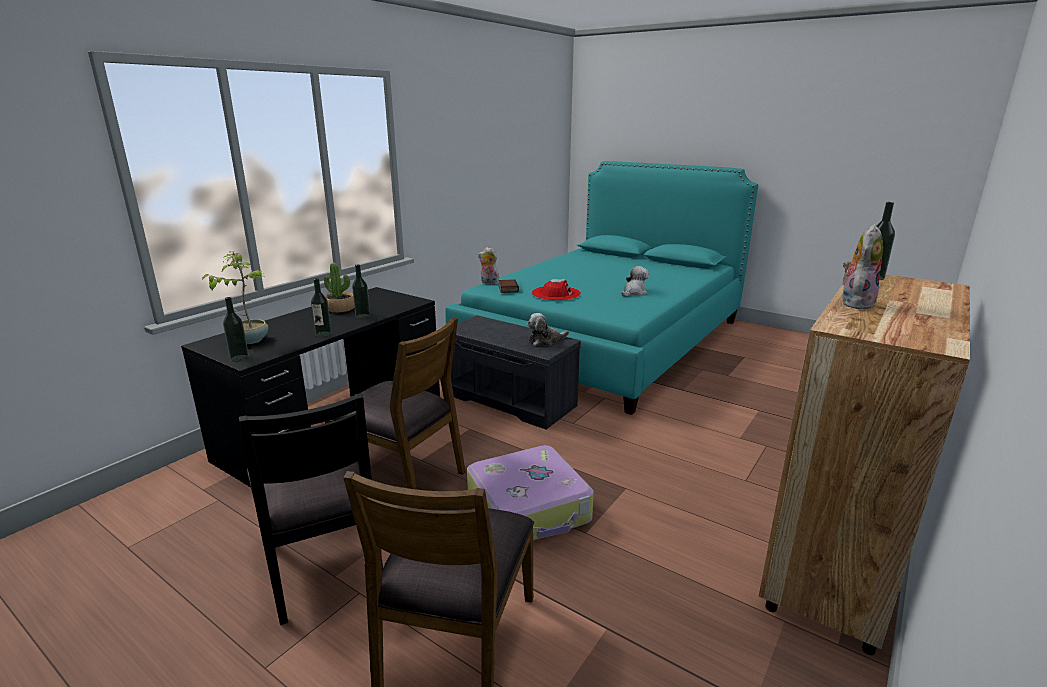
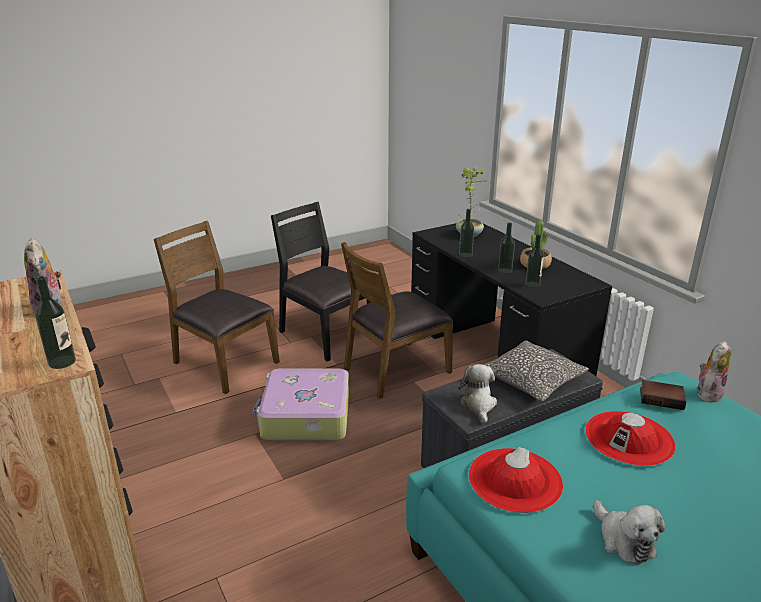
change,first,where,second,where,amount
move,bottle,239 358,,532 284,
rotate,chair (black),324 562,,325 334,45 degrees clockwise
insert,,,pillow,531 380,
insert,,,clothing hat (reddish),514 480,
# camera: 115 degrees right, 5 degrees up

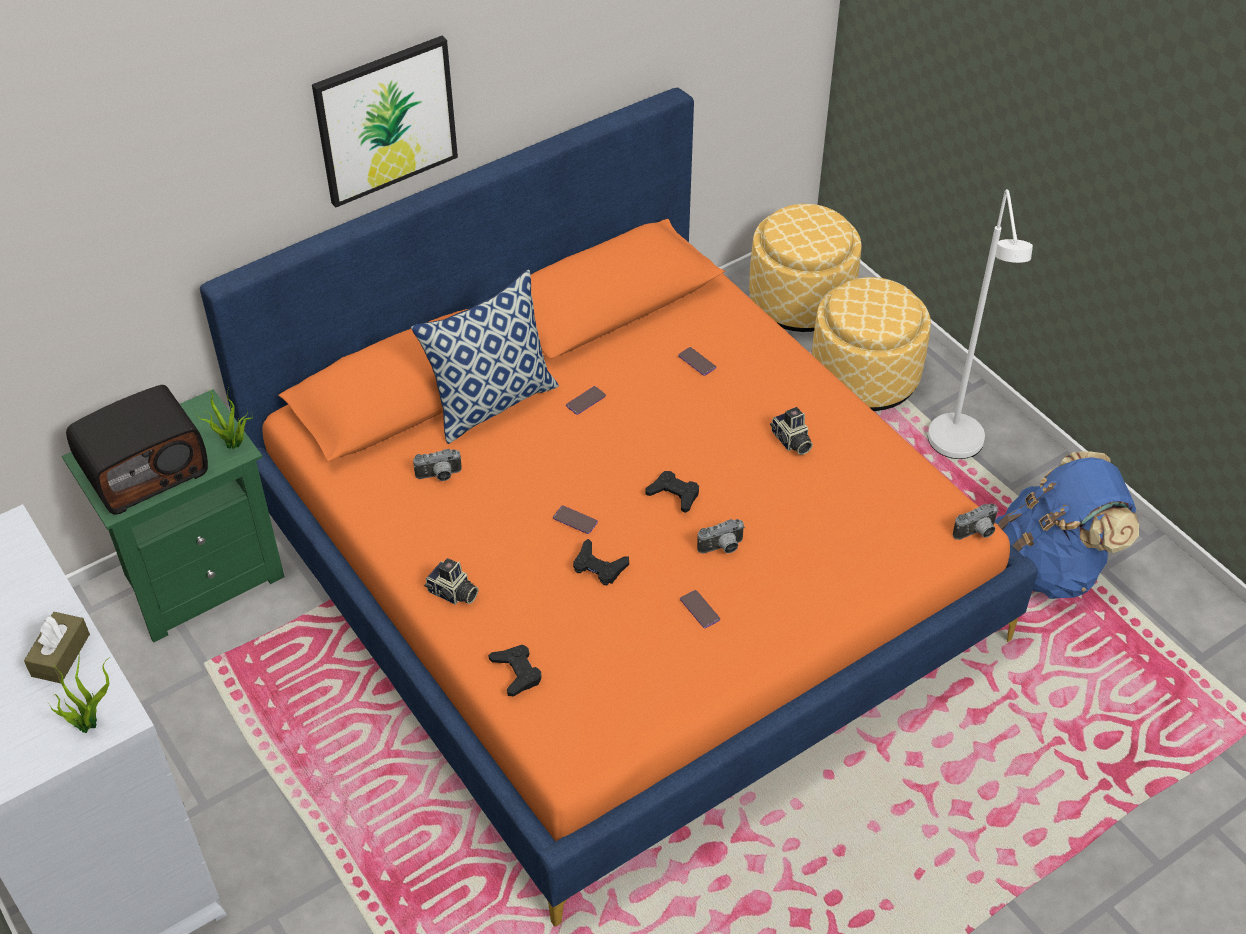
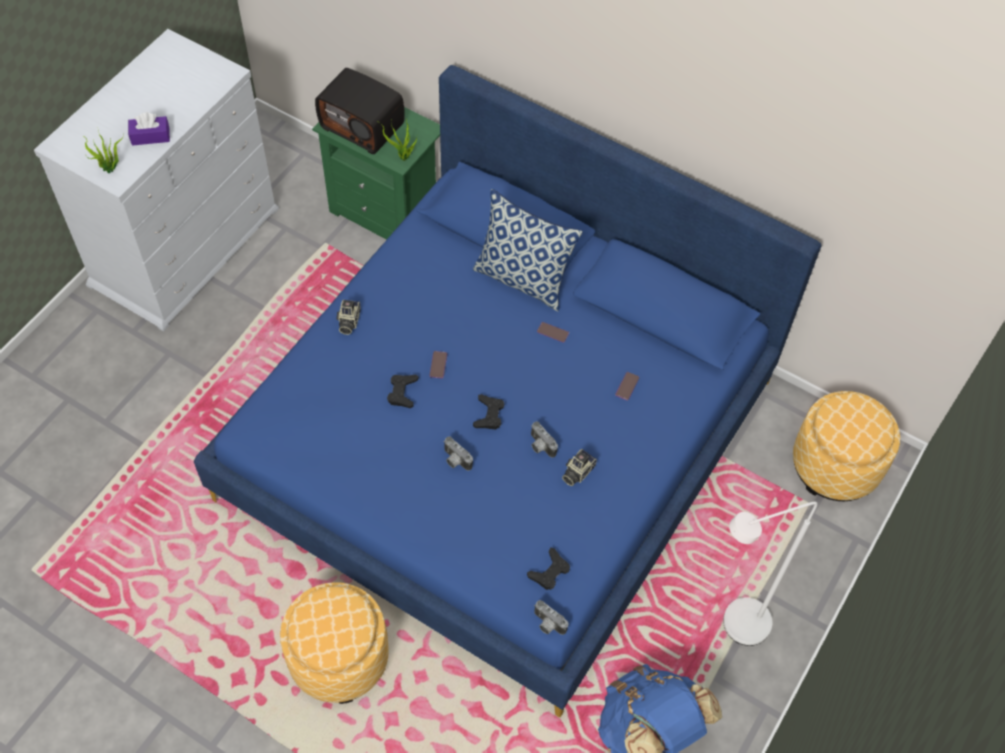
change,first,where,second,where,amount
delete,wall art,385 120,,,
recolor,bed (orange),622 572,bed (blue),500 438,
move,ottoman,864 378,,339 658,
move,still camera,439 476,,540 446,
delete,handset,700 609,,,
recolor,tissue box (brown-coloured),60 655,tissue box (purple-coloured),150 136,
move,gamepad (black),516 672,,549 572,
# camera: 65 degrees right, 10 degrees up

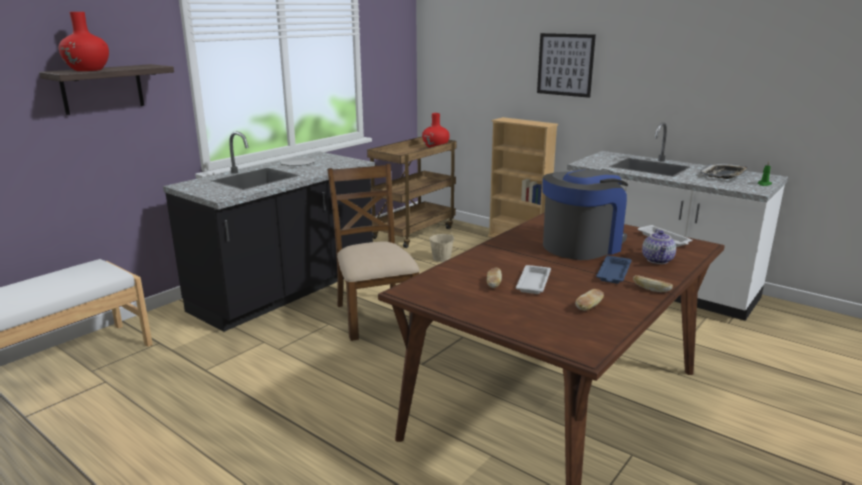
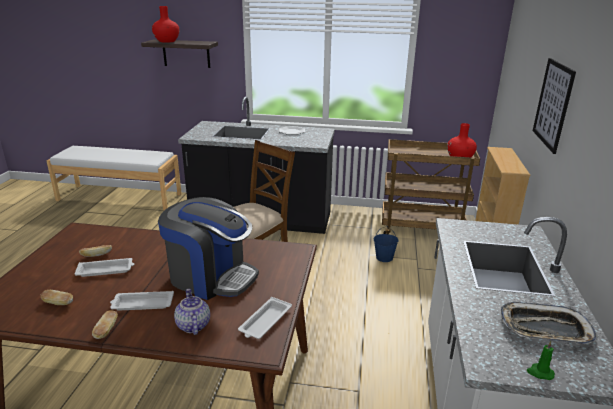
change,first,where,second,where,amount
recolor,water bucket (beige),441 258,water bucket (blue),384 257,
rotate,pot for tea,658 260,,192 325,90 degrees clockwise
recolor,tray (blue),613 273,tray (white-coloured),142 304,
# camera: 60 degrees right, 5 degrees up

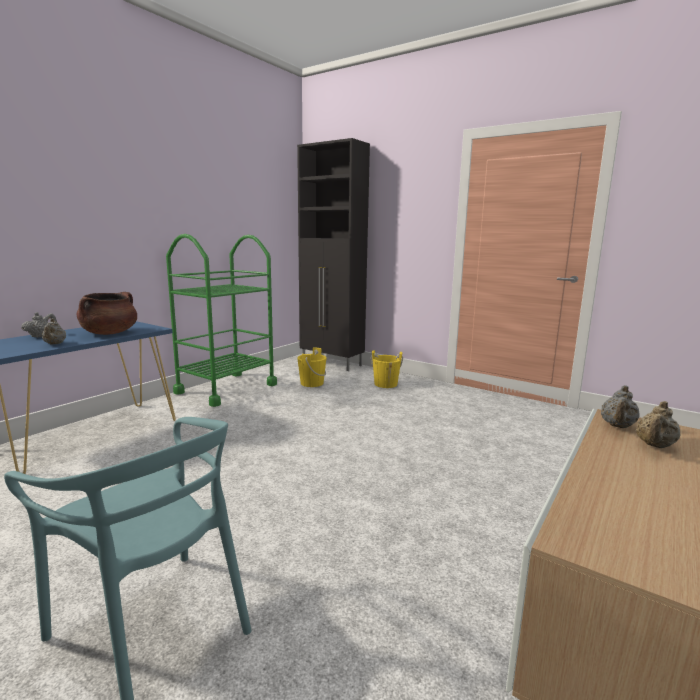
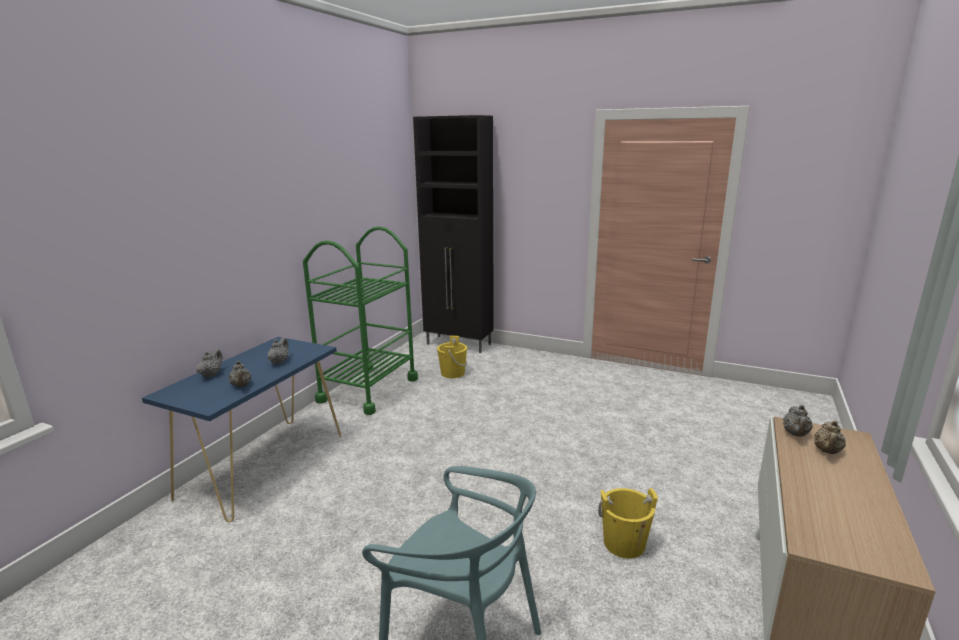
change,first,where,second,where,amount
replace,stockpot (brown-coloured),110 333,pot for tea (grey),279 362,
move,water bucket (yellow),385 384,,624 544,
# camera: 10 degrees left, 5 degrees up

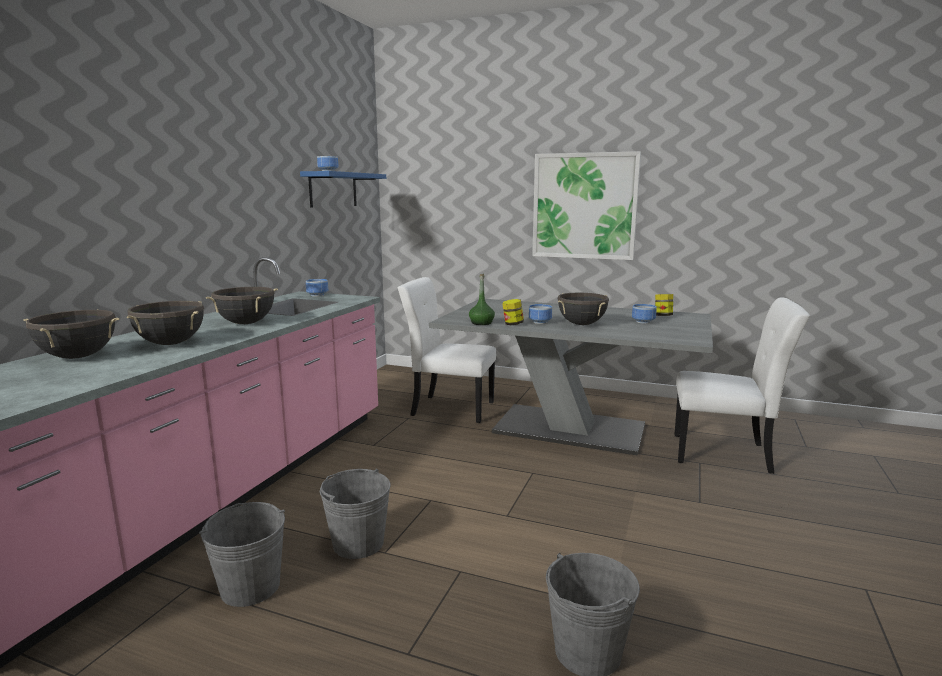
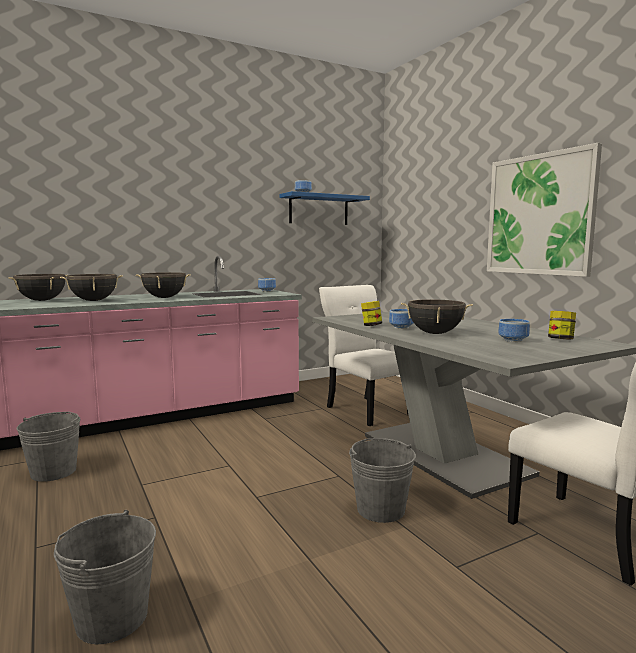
change,first,where,second,where,amount
delete,bottle (green),481 323,,,
move,water bucket (grey),358 543,,380 509,
# camera: 40 degrees right, 5 degrees down

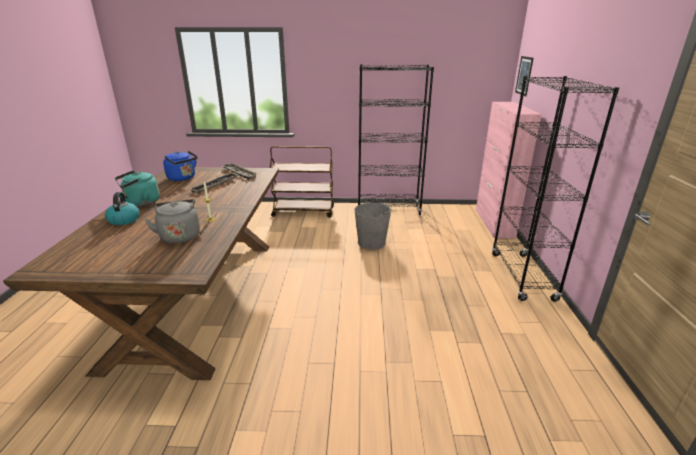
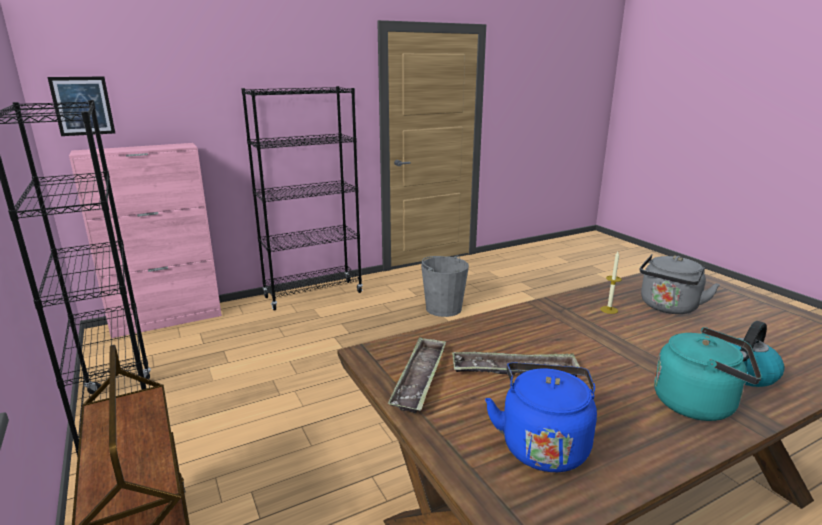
change,first,where,second,where,amount
move,water bucket (grey),372 243,,443 308,
# camera: 120 degrees left, 5 degrees down

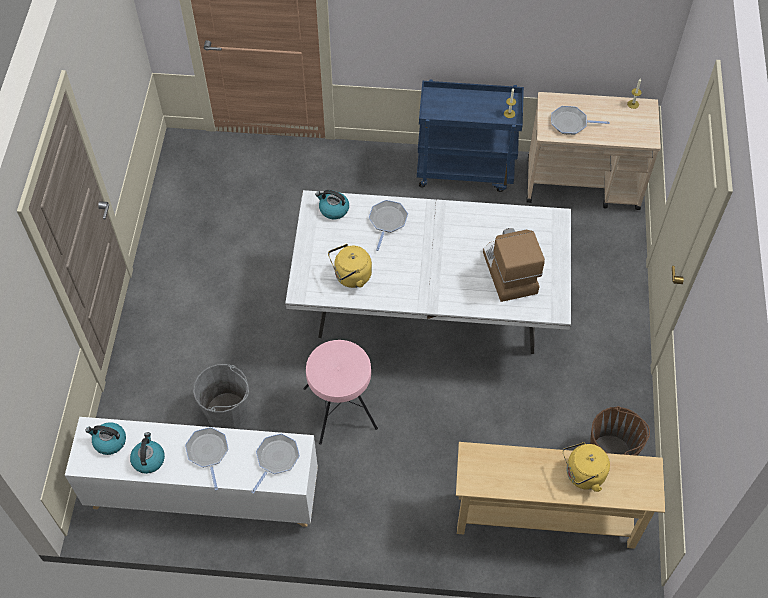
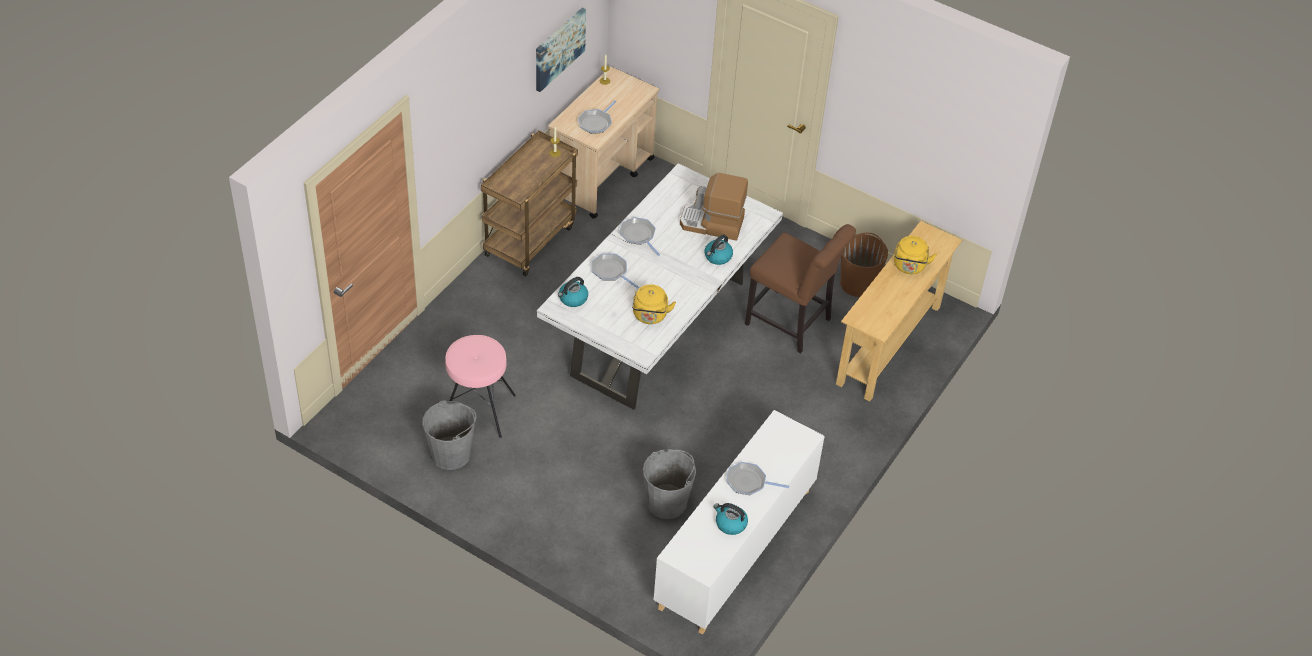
change,first,where,second,where,amount
recolor,trolley (blue),465 169,trolley (brown-coloured),530 239,
move,stool seat (pink),340 407,,478 409,
move,water kettle,109 441,,717 257,
move,pan,276 459,,638 235,
insert,,,wall art,559 48,
insert,,,chair (brown-coloured),792 324,
insert,,,water bucket (grey),451 454,
# camera: 65 degrees left, 10 degrees down

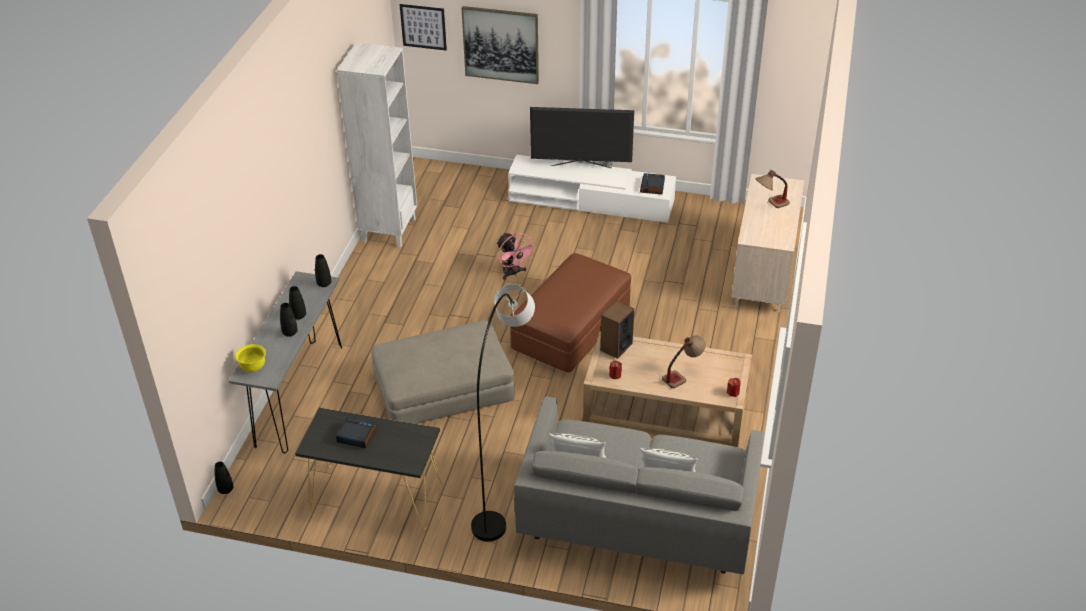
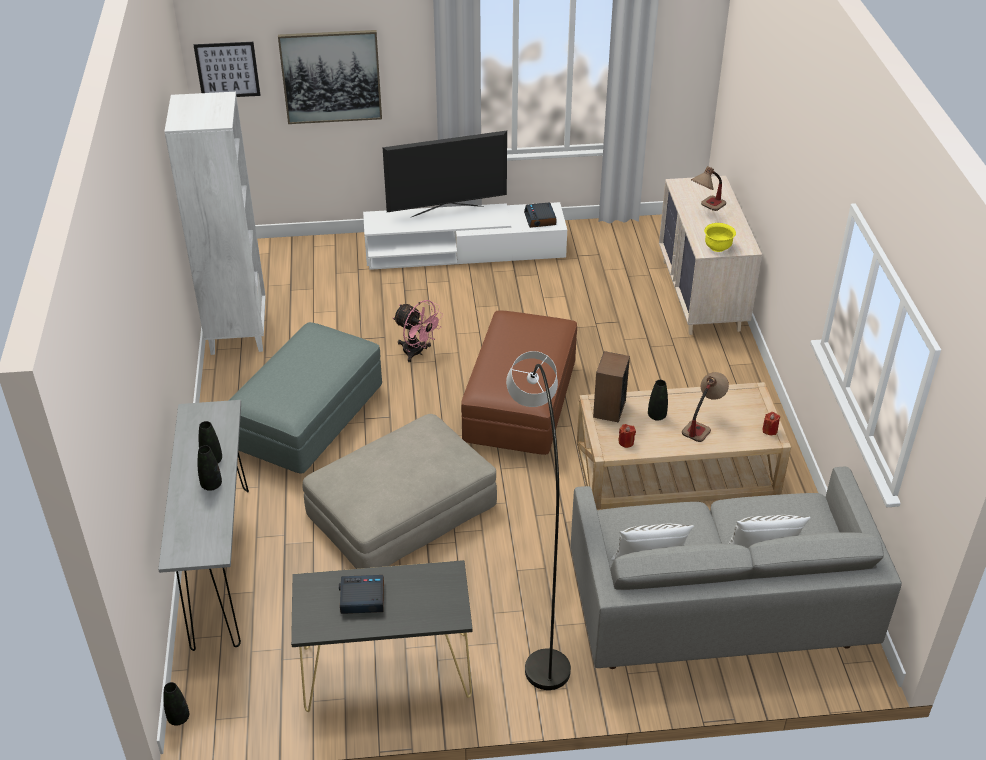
change,first,where,second,where,amount
move,flower vase (black),324 284,,656 416,
move,bowl (yellow),253 367,,717 247,
insert,,,ottoman (grey),308 418,
# camera: 20 degrees left, 0 degrees up

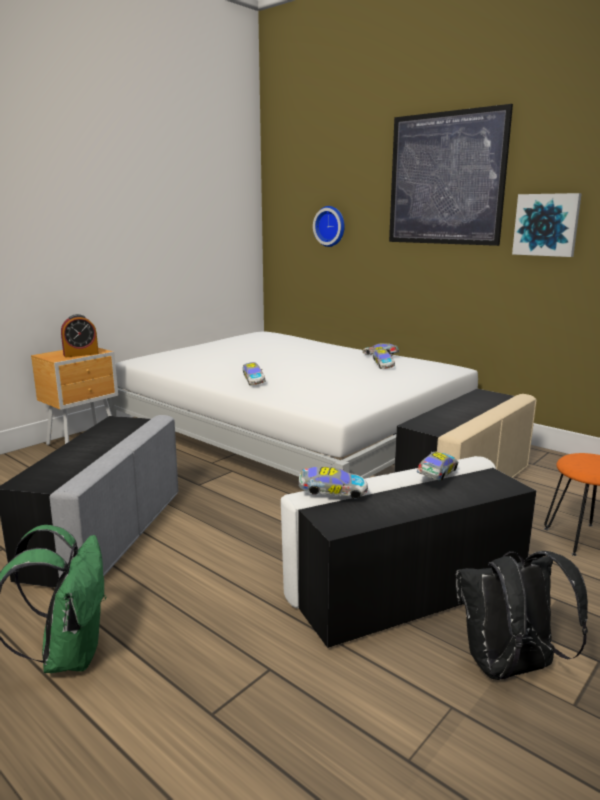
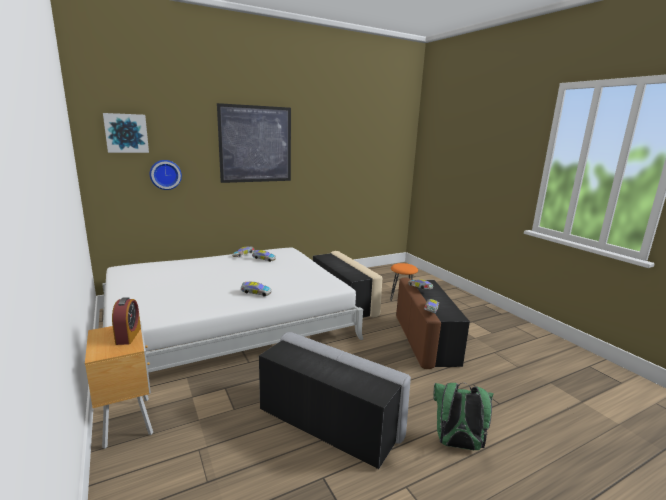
change,first,where,second,where,amount
move,wall art,546 225,,126 133,
recolor,ottoman (white-coloured),406 590,ottoman (brown-coloured),425 340,
delete,knapsack (black),508 669,,,
# camera: 70 degrees left, 0 degrees up

